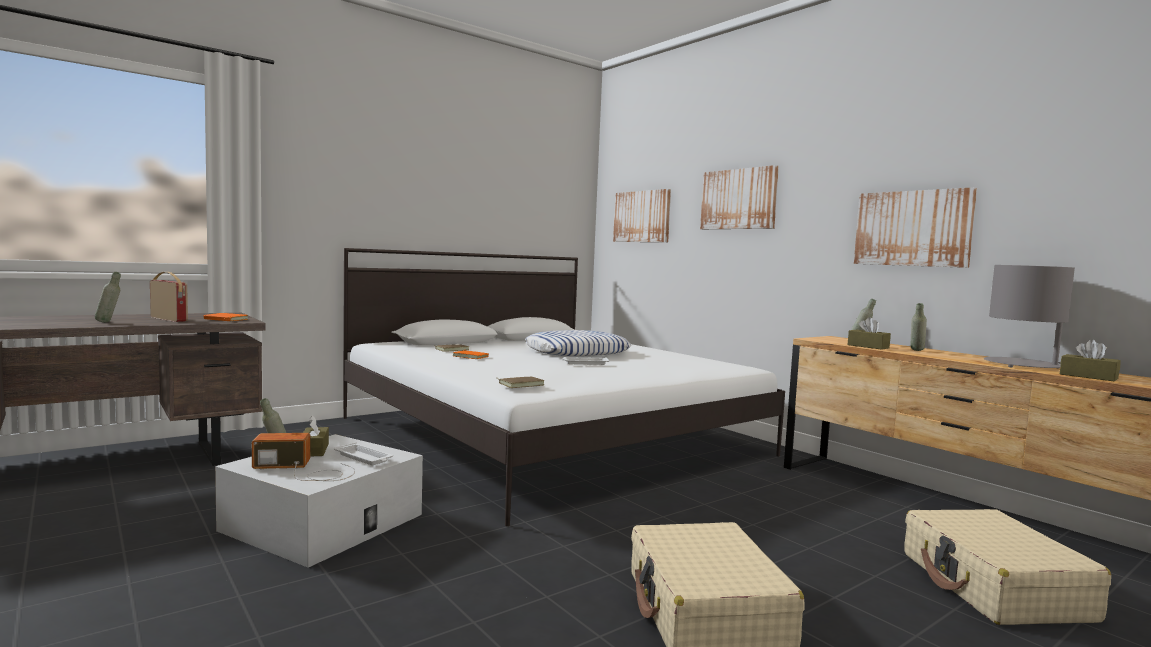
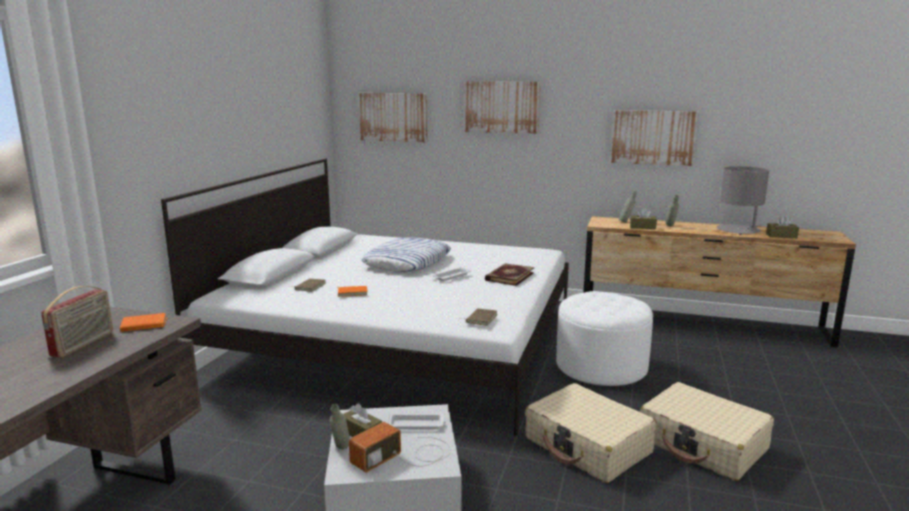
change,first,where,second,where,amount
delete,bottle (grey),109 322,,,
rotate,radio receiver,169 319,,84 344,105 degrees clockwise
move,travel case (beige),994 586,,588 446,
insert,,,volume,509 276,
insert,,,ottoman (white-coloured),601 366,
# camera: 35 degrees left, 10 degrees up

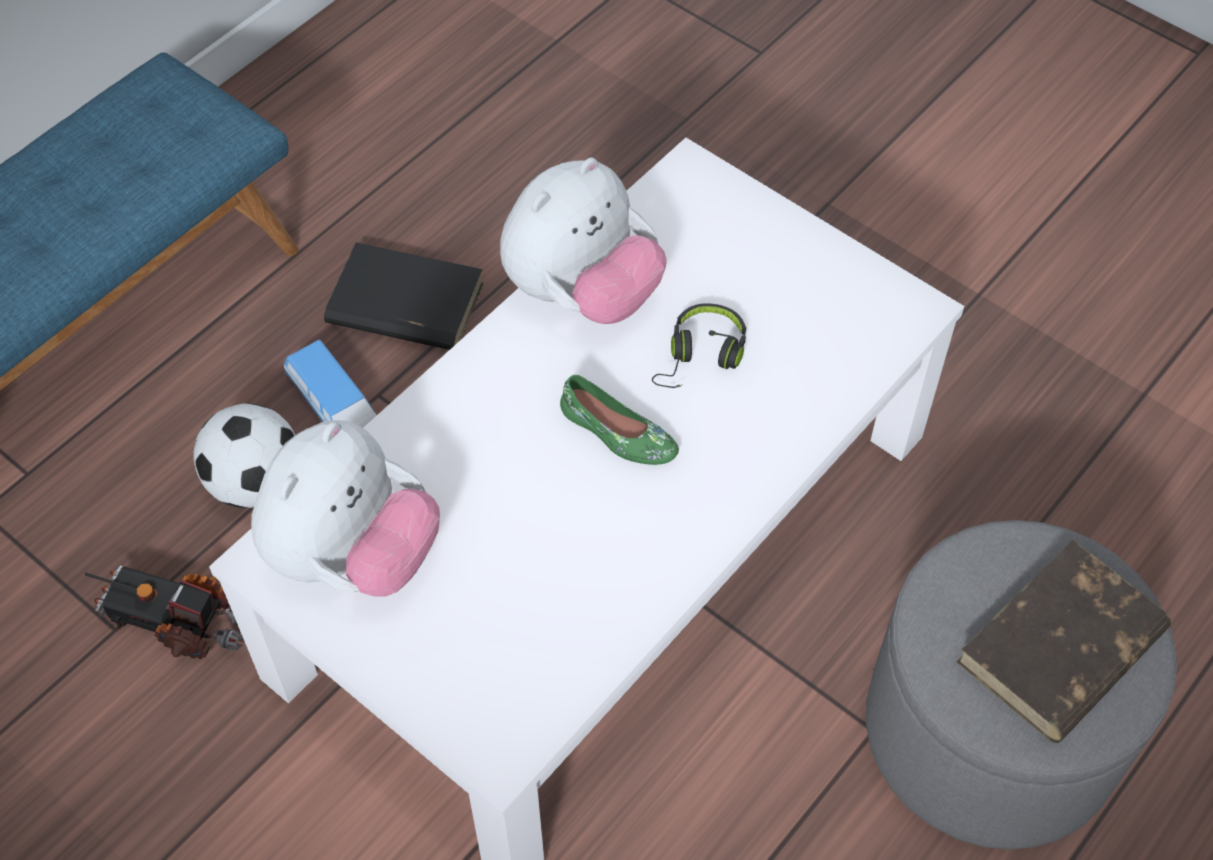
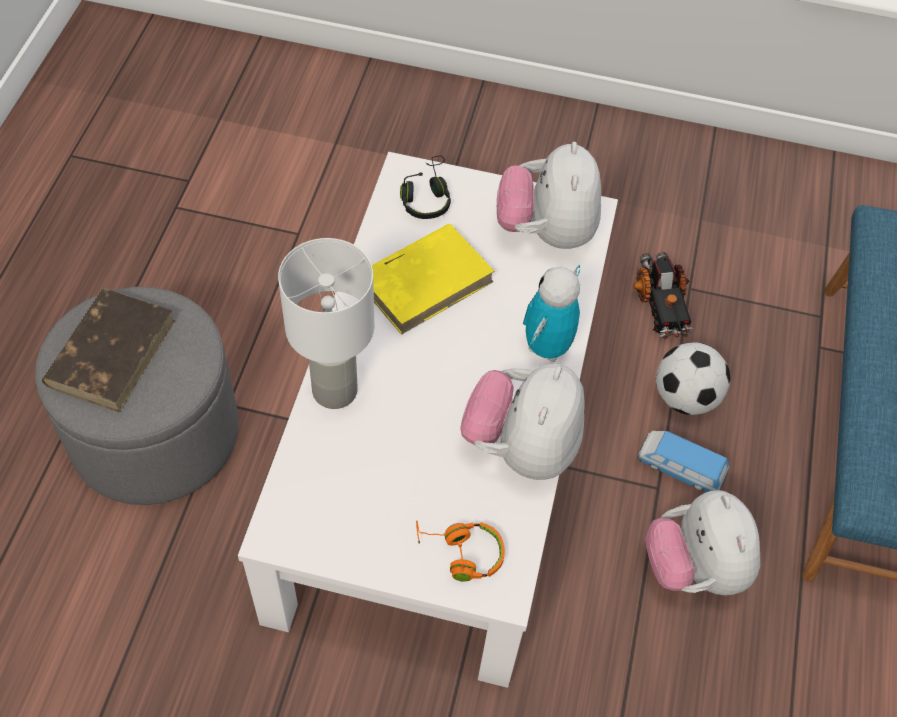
change,first,where,second,where,amount
replace,volume (black),404 304,cuddly toy,694 567,
move,headset (black),701 356,,426 196,
delete,item of footwear (green),617 433,,,
rotate,toy truck,179 620,,660 306,90 degrees clockwise
insert,,,volume (yellow),425 281,
insert,,,table lamp (white-coloured),336 391,
insert,,,toy robot,546 347,
insert,,,headset (orange),460 553,
# camera: 150 degrees right, 0 degrees up

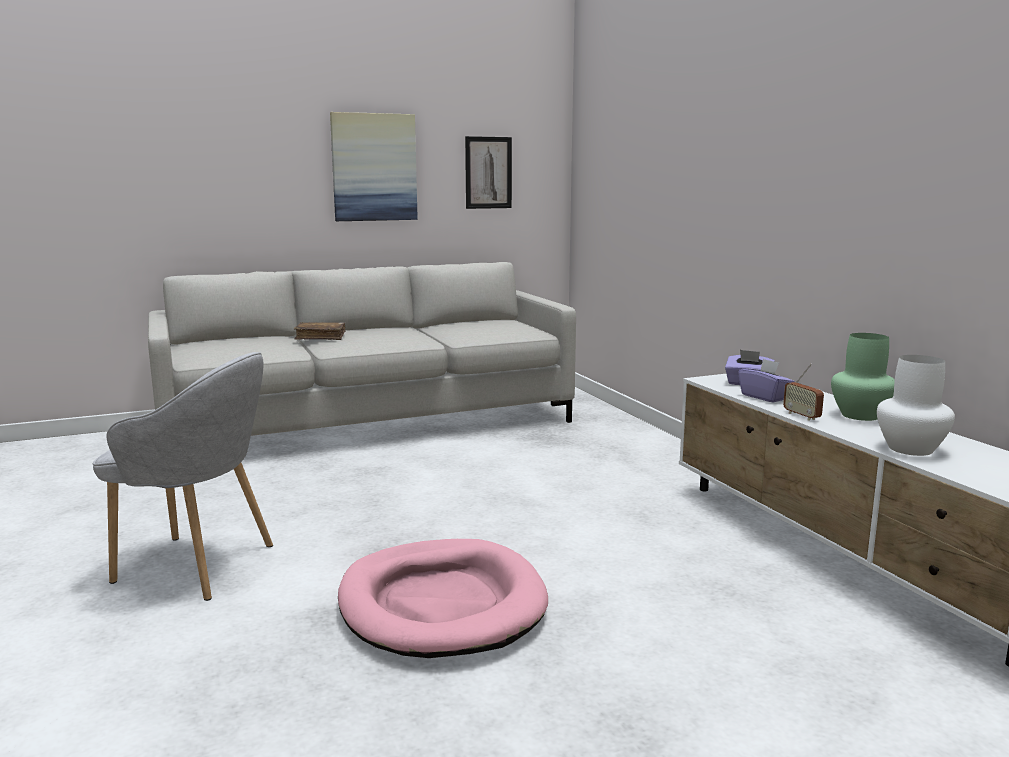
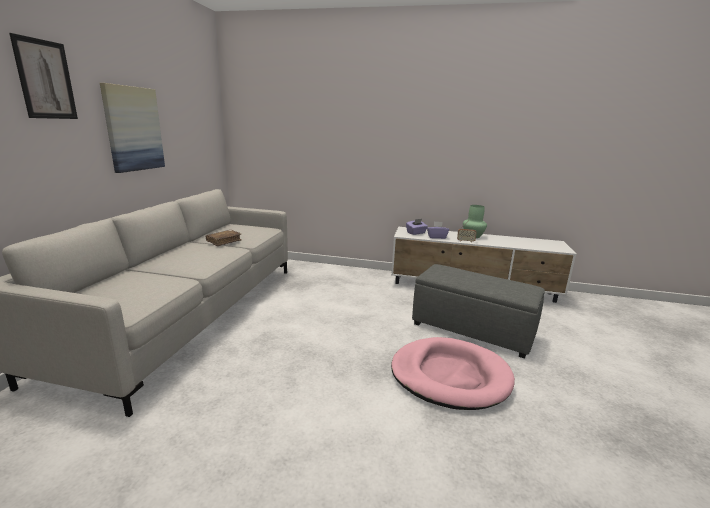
change,first,where,second,where,amount
move,wall art,488 172,,45 79,
move,volume (brown-coloured),320 337,,224 241,
delete,lounge chair (grey),198 566,,,
delete,flower vase (white-coloured),912 449,,,
insert,,,ottoman (grey),472 330,
# camera: 55 degrees left, 5 degrees up

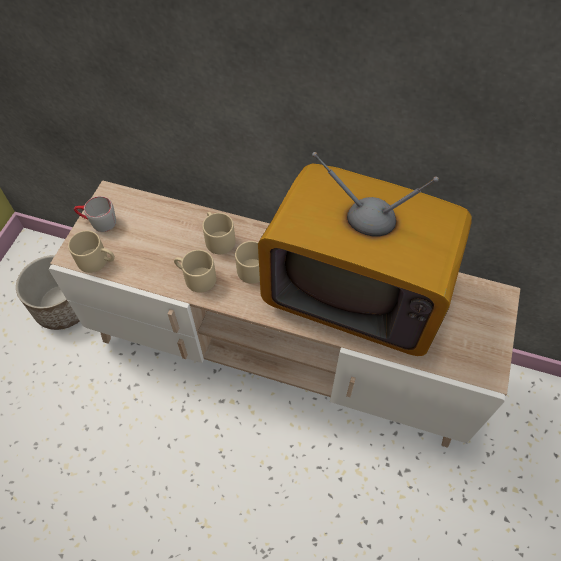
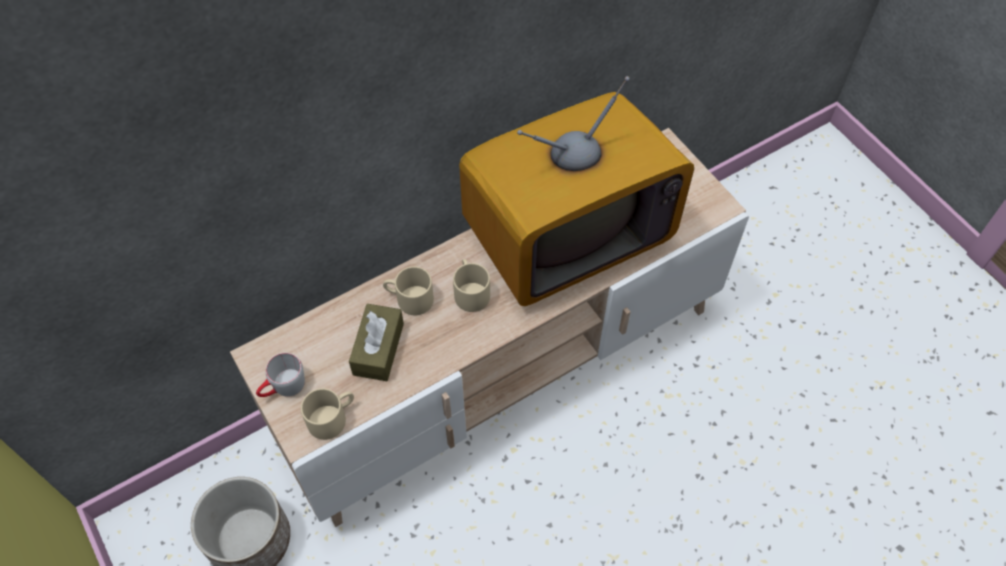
change,first,where,second,where,amount
delete,tea mug (beige),195 278,,,
insert,,,tissue box (brown-coloured),378 349,
# camera: 50 degrees left, 0 degrees up

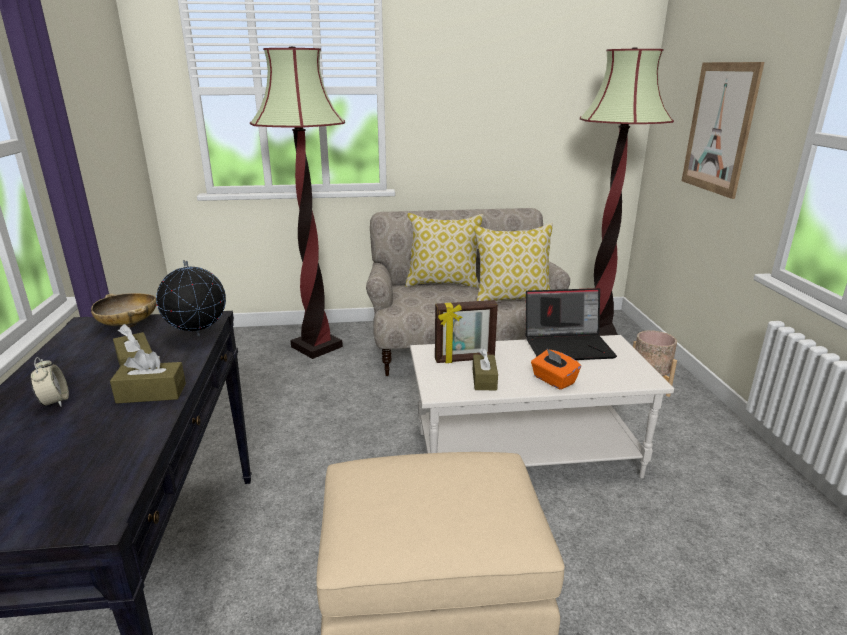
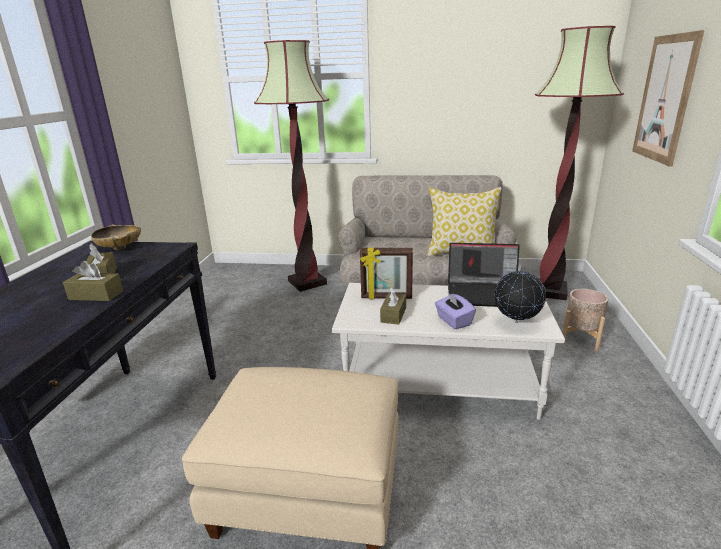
change,first,where,second,where,amount
delete,pillow,443 283,,,
move,globe,198 336,,516 323,
recolor,tissue box (orange),553 380,tissue box (purple-coloured),453 321,
delete,alarm clock,55 402,,,
# camera: 15 degrees right, 0 degrees up

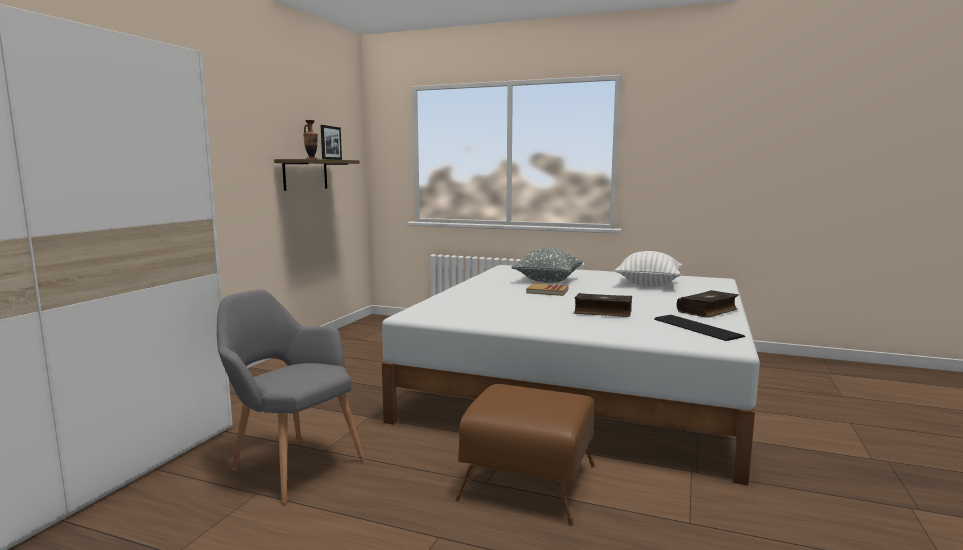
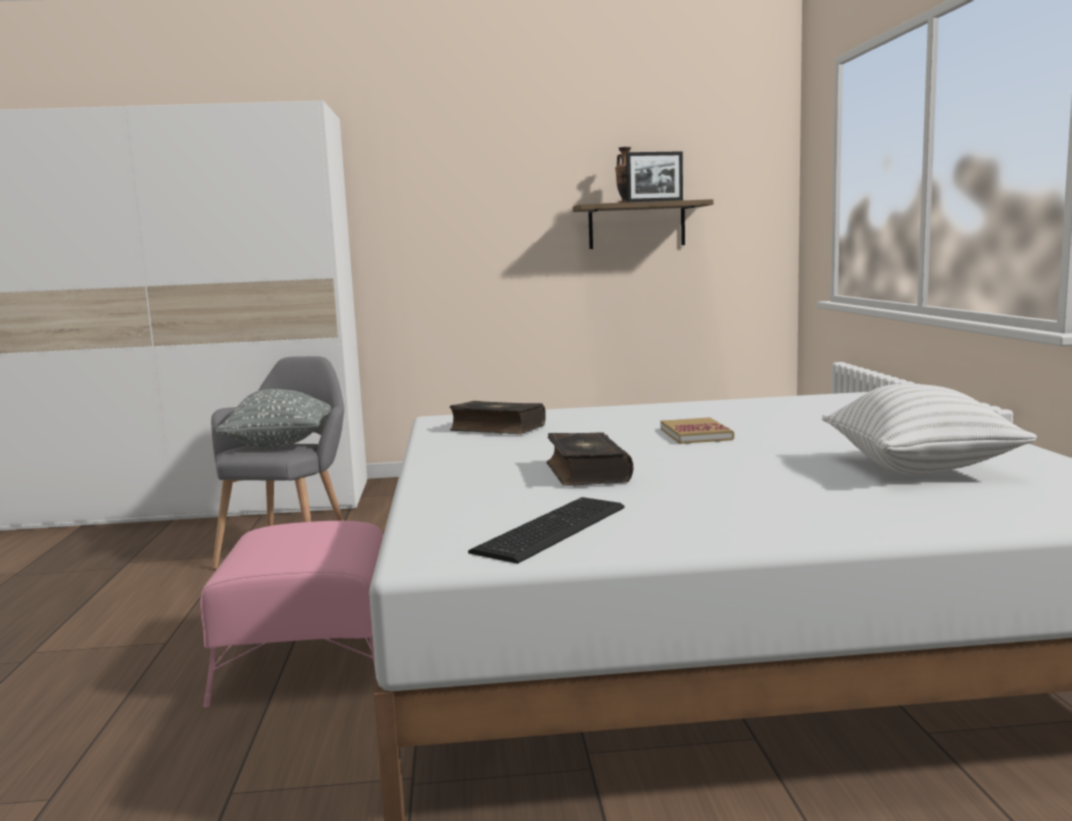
change,first,where,second,where,amount
move,pillow (grey),547 281,,281 445,
move,volume,708 311,,497 429,
recolor,ottoman (brown-coloured),529 482,ottoman (pink),307 661,
# camera: 65 degrees right, 0 degrees up

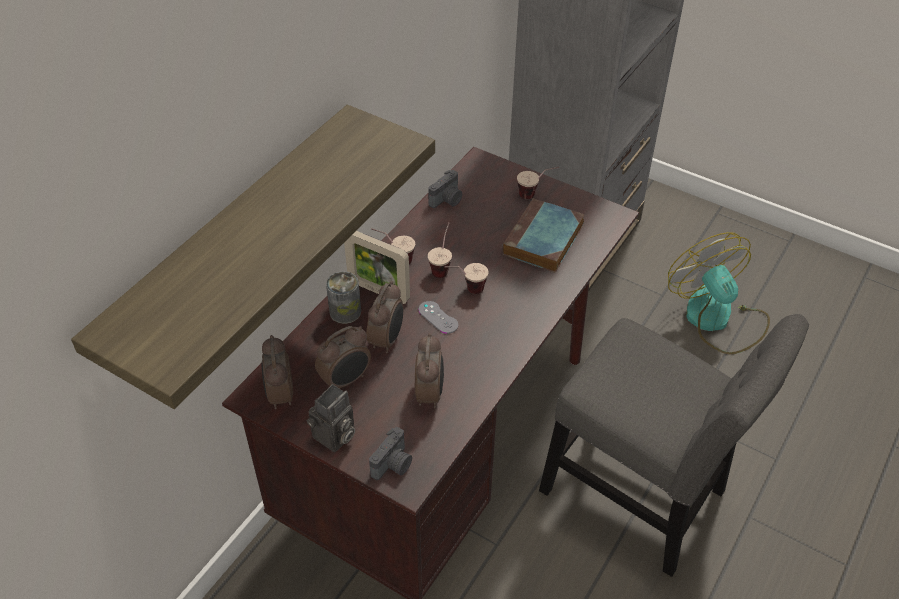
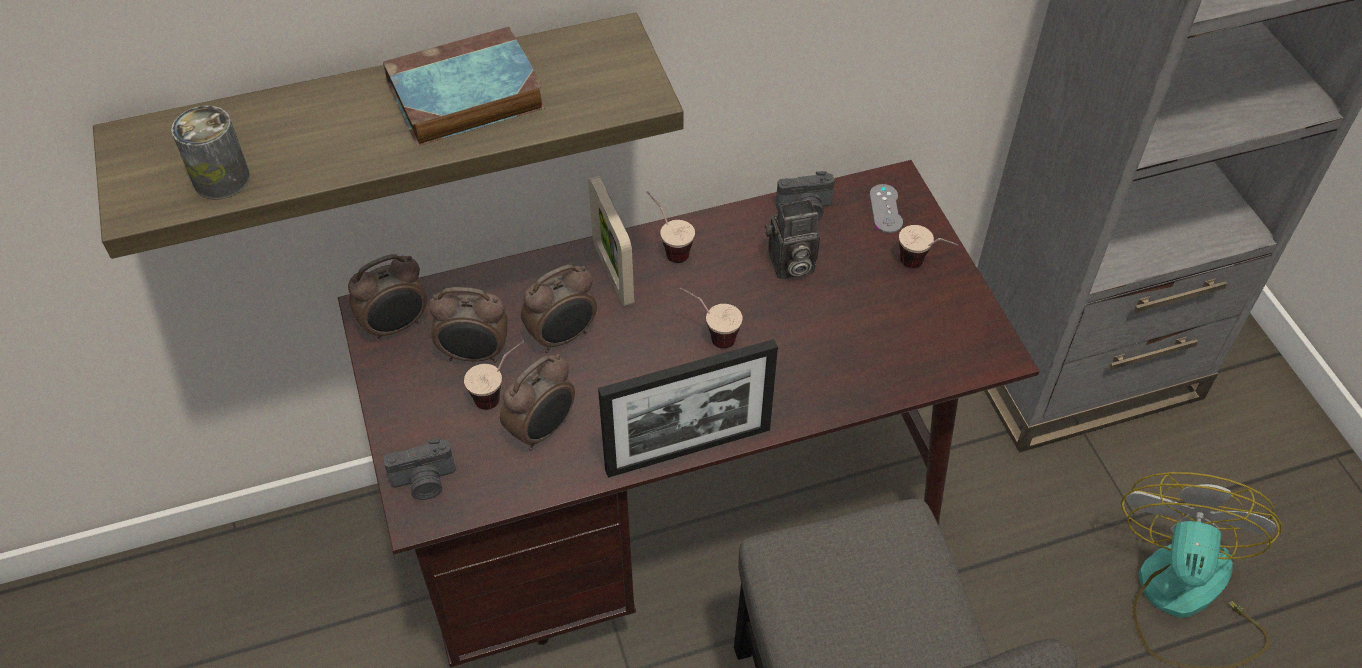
change,first,where,second,where,amount
move,volume,543 241,,463 97,
move,small cup,442 265,,500 393,
move,sealed can,345 312,,221 179,
move,gamepad (grey),438 317,,886 209,
rotate,alarm clock,280 395,,396 326,150 degrees counterclockwise
move,still camera,334 437,,789 265,
insert,,,photo frame,688 449,
# camera: 40 degrees right, 5 degrees up

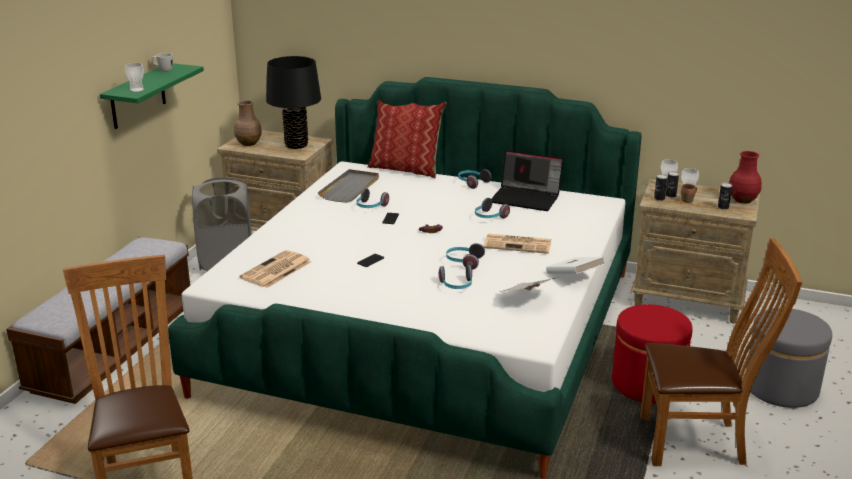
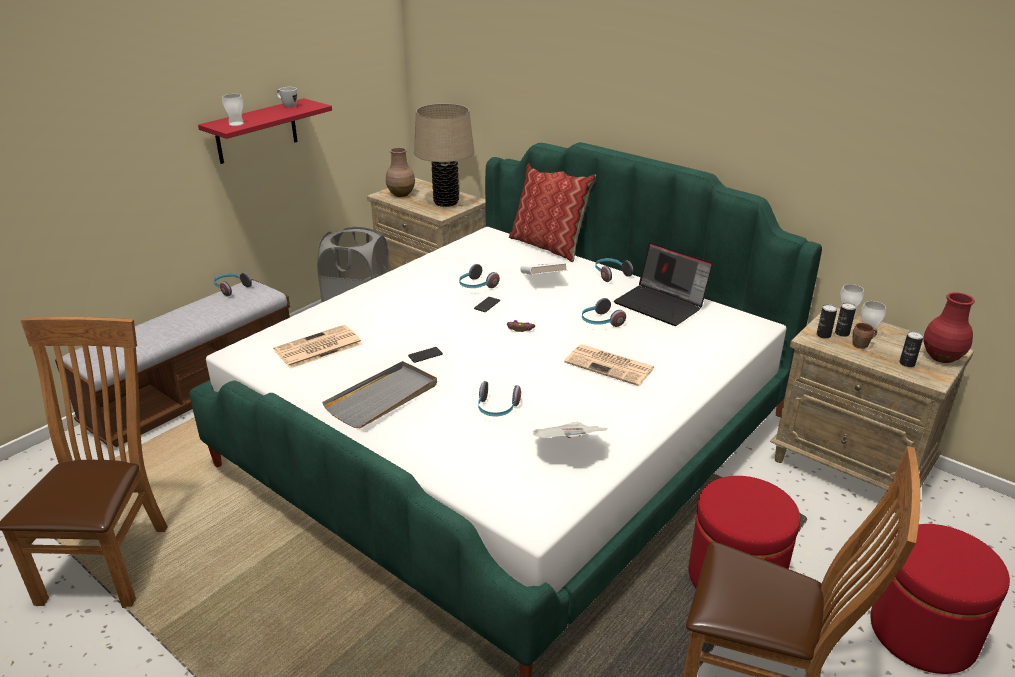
change,first,where,second,where,amount
recolor,table lamp (black),296 145,table lamp (beige),446 202,
recolor,bracket shelf (green),138 96,bracket shelf (reddish),256 131,
move,tray (grey),350 188,,383 398,
move,headset,463 262,,231 288,
move,volume (white-coloured),574 277,,542 279,
recolor,ottoman (grey),781 388,ottoman (reddish),922 633,
# camera: 20 degrees right, 5 degrees up

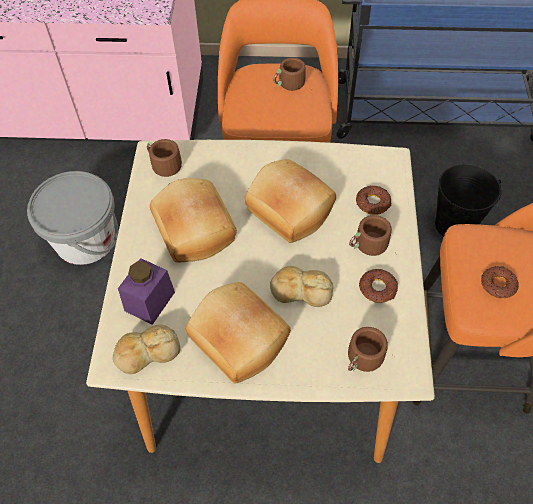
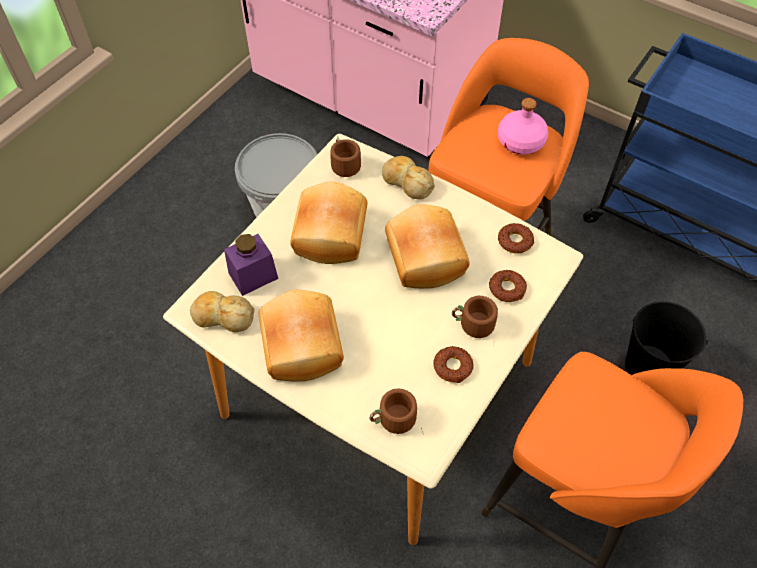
change,first,where,second,where,amount
replace,tea mug (brown-coloured),289 85,bottle (pink),520 141,
move,baked bread,301 291,,407 182,
move,ring doughnut,498 285,,515 241,
# camera: 30 degrees right, 0 degrees up

